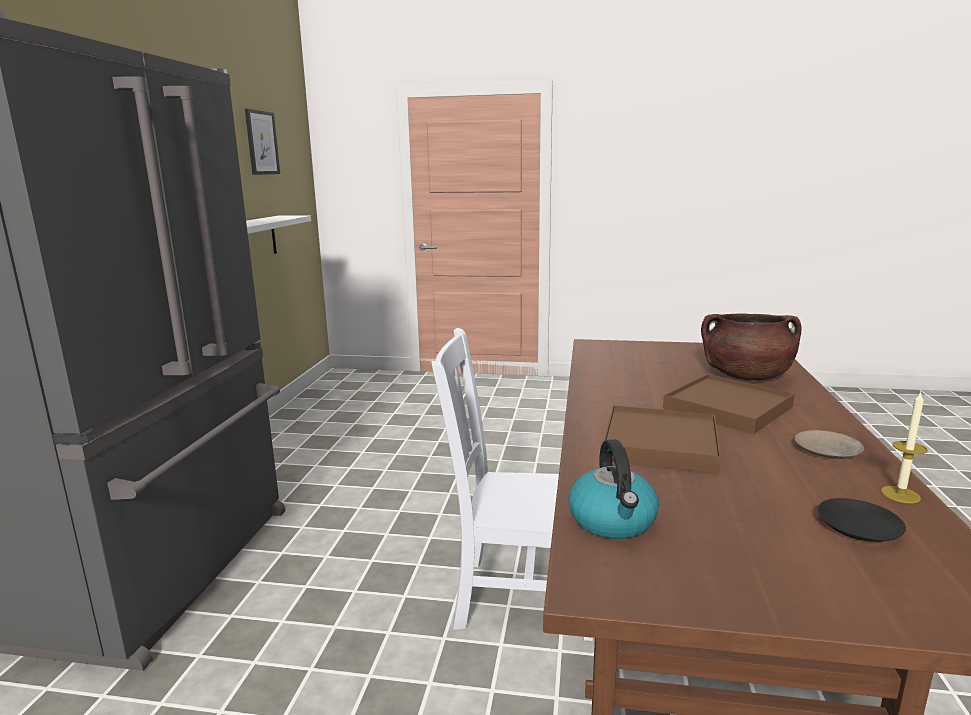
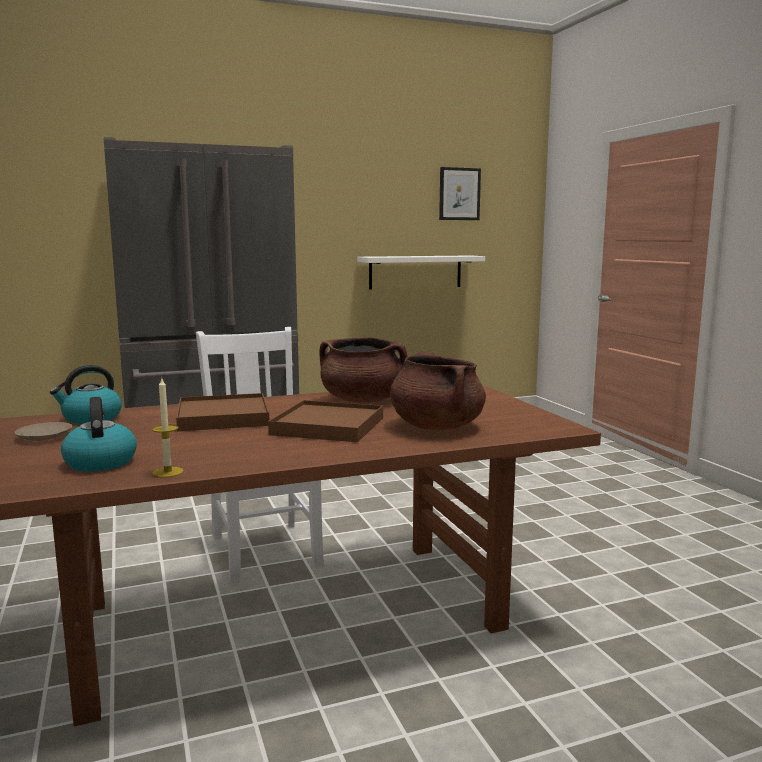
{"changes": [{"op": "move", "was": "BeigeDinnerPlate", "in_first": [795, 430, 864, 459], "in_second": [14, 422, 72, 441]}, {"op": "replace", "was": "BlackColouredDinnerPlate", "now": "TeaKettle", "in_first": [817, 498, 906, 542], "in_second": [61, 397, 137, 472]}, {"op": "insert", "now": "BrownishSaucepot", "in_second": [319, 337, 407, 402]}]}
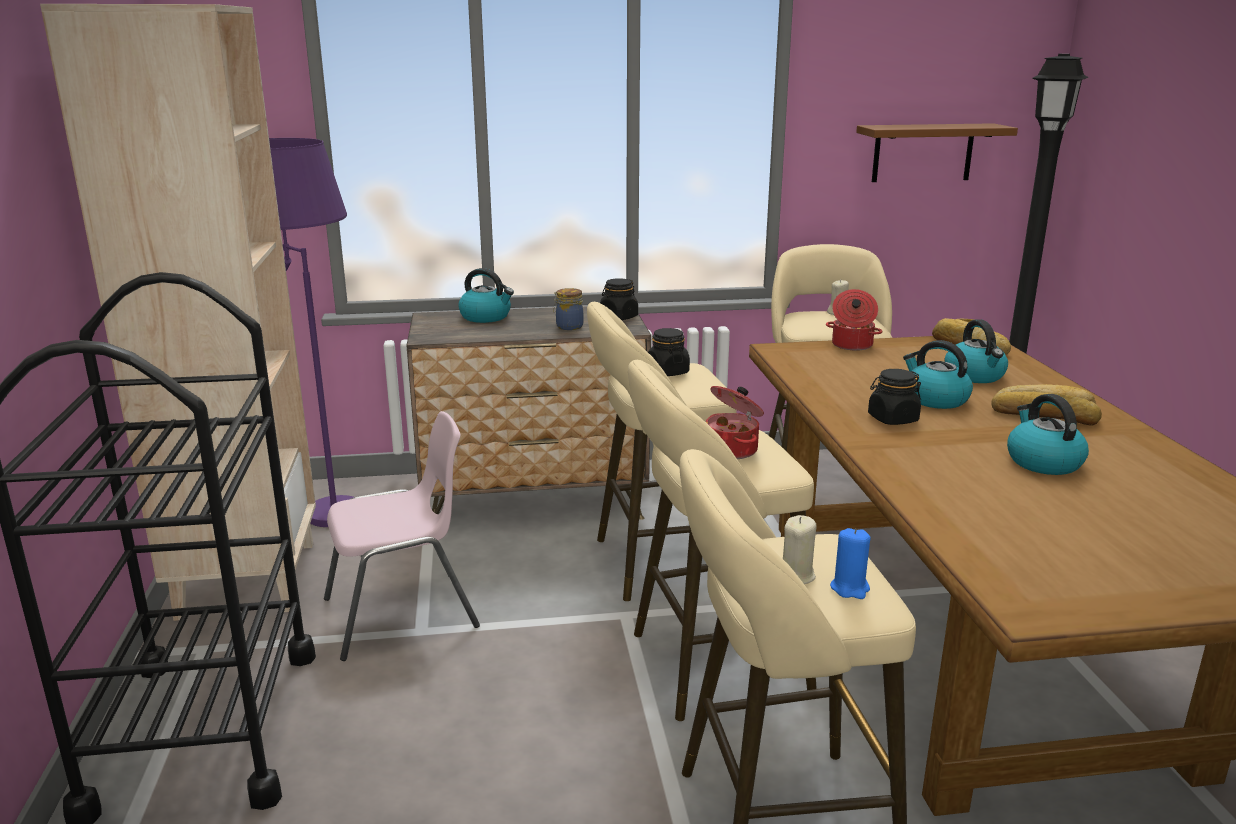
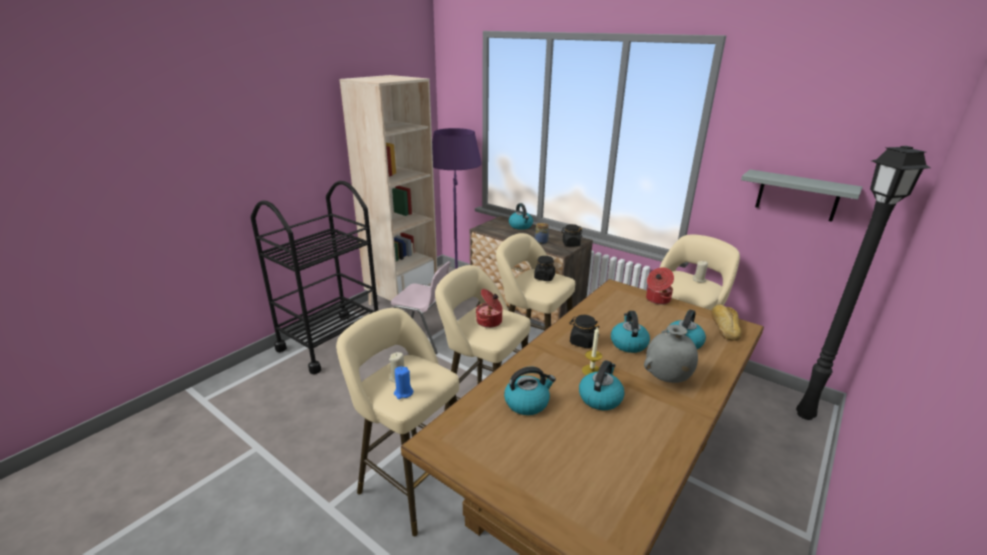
{"changes": [{"op": "insert", "now": "TeaKettle", "in_second": [504, 367, 556, 415]}, {"op": "insert", "now": "WaxCandle", "in_second": [582, 326, 602, 375]}, {"op": "replace", "was": "BakedBread", "now": "GrayVase", "in_first": [991, 384, 1102, 426], "in_second": [644, 324, 698, 383]}, {"op": "recolor", "was": "BrownishWallShelf", "now": "GrayWallShelf", "in_first": [856, 123, 1018, 182], "in_second": [741, 169, 862, 222]}]}
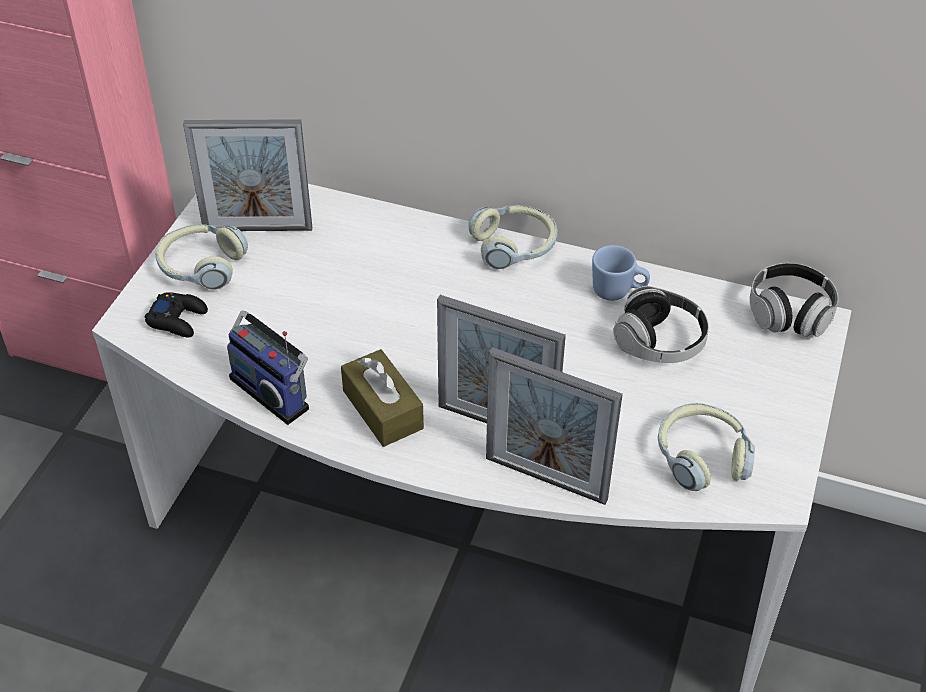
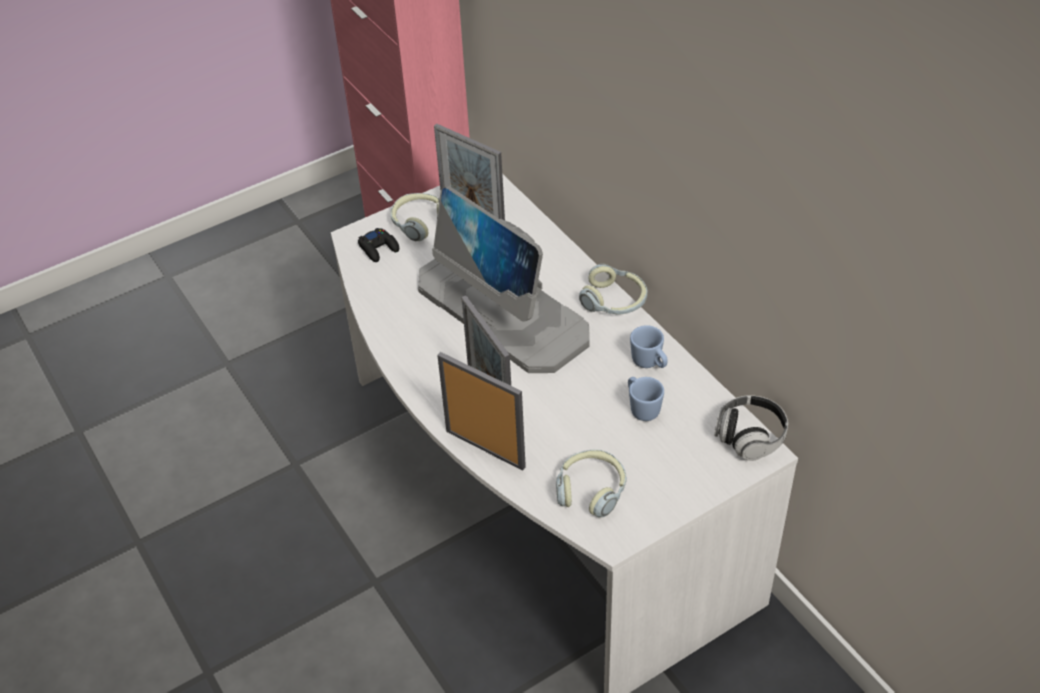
{"changes": [{"op": "insert", "now": "ComputerDisplay", "in_second": [418, 186, 590, 373]}, {"op": "rotate", "was": "StandingFrame", "in_first": [486, 347, 623, 505], "in_second": [437, 352, 526, 471], "clockwise": 150}, {"op": "replace", "was": "Headphones", "now": "BlueTeaMug", "in_first": [613, 286, 709, 363], "in_second": [628, 377, 664, 421]}, {"op": "delete", "was": "RadioSet", "in_first": [227, 310, 309, 425]}, {"op": "delete", "was": "BrownishTissueBox", "in_first": [341, 349, 424, 447]}]}
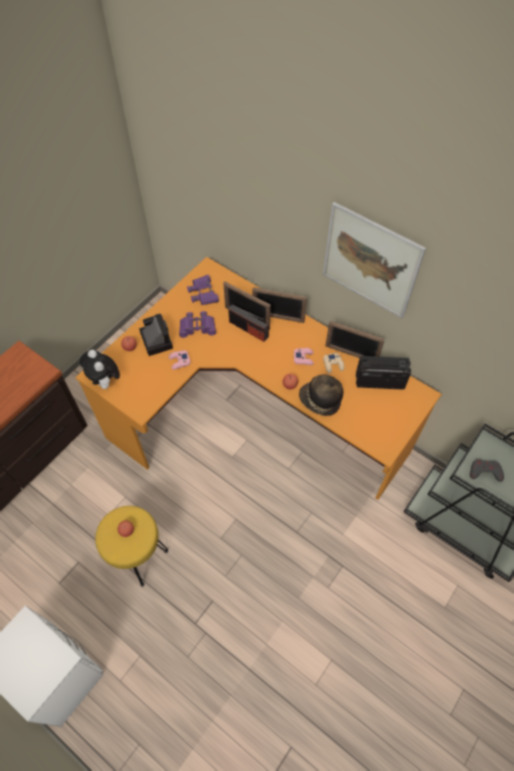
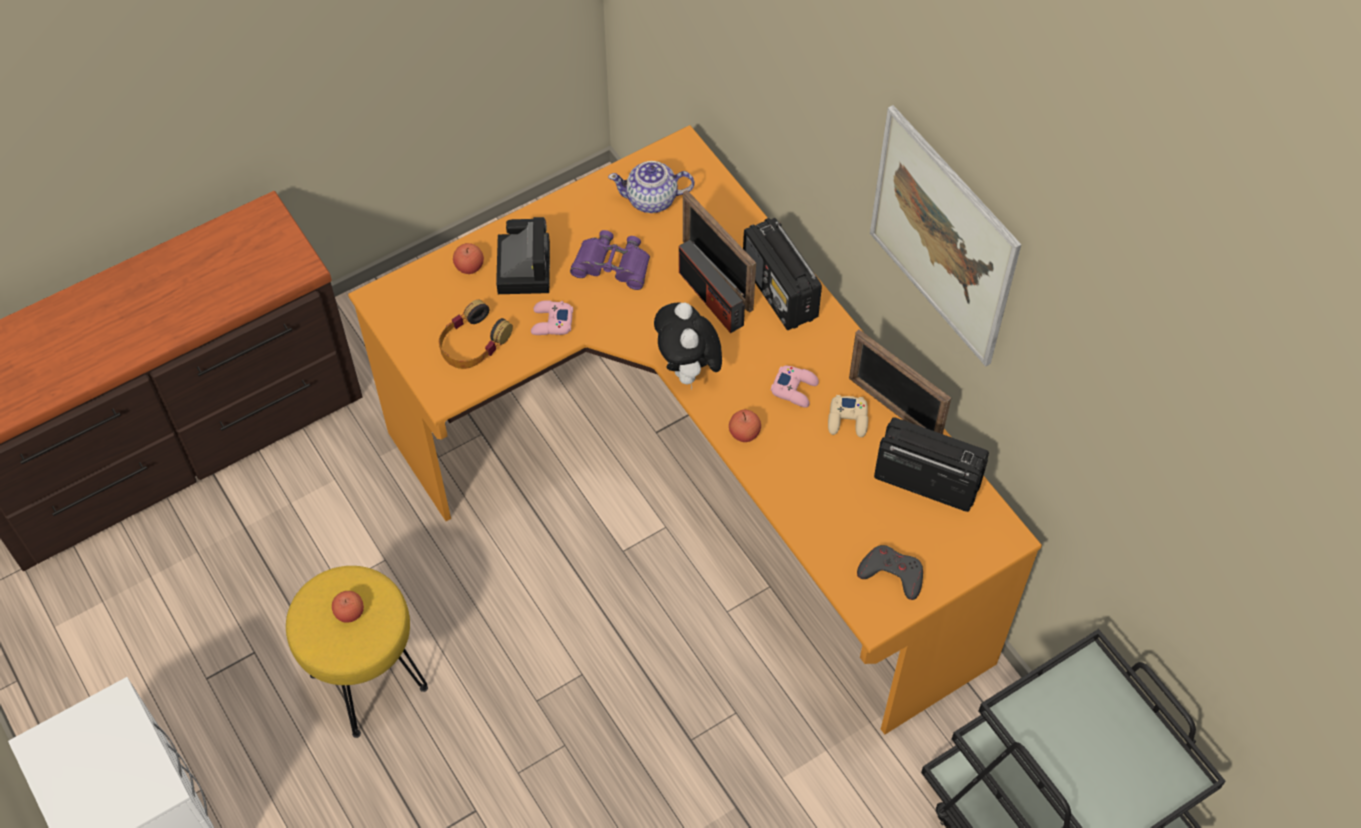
{"changes": [{"op": "insert", "now": "Headphones", "in_second": [439, 299, 513, 369]}, {"op": "replace", "was": "PurpleColouredFieldGlasses", "now": "Teapot", "in_first": [187, 275, 219, 305], "in_second": [608, 161, 694, 213]}, {"op": "move", "was": "PlushToy", "in_first": [80, 350, 120, 389], "in_second": [654, 302, 722, 389]}, {"op": "replace", "was": "StandingFrame", "now": "RadioSet", "in_first": [253, 287, 307, 323], "in_second": [743, 218, 822, 330]}, {"op": "move", "was": "GrayJoypad", "in_first": [470, 459, 504, 482], "in_second": [857, 545, 923, 600]}, {"op": "delete", "was": "WearableHat", "in_first": [299, 374, 343, 416]}]}
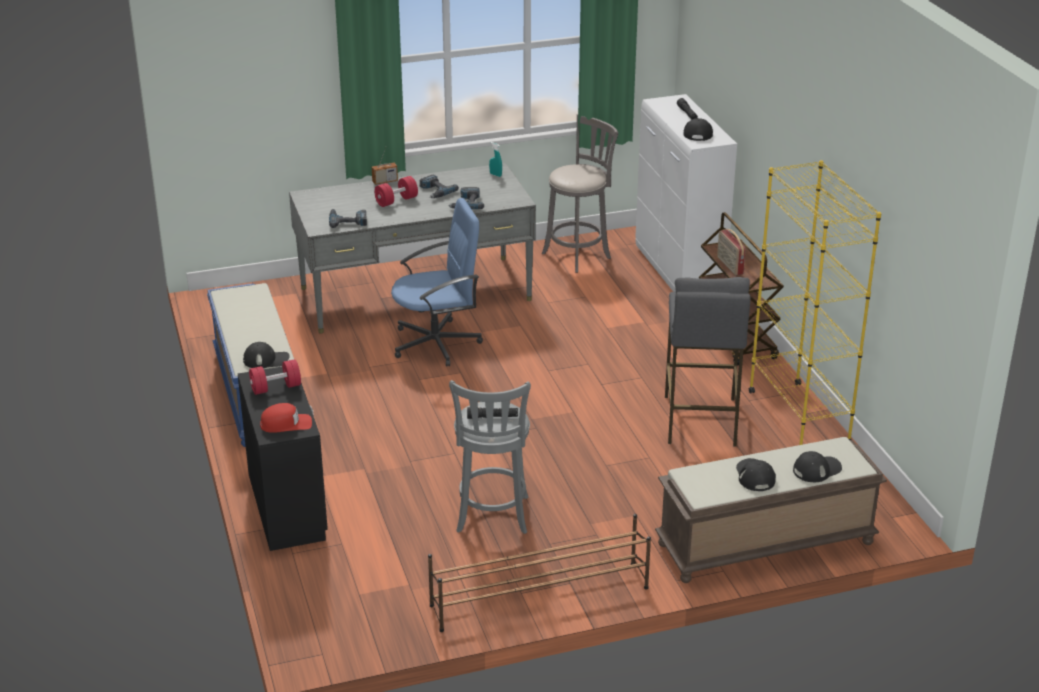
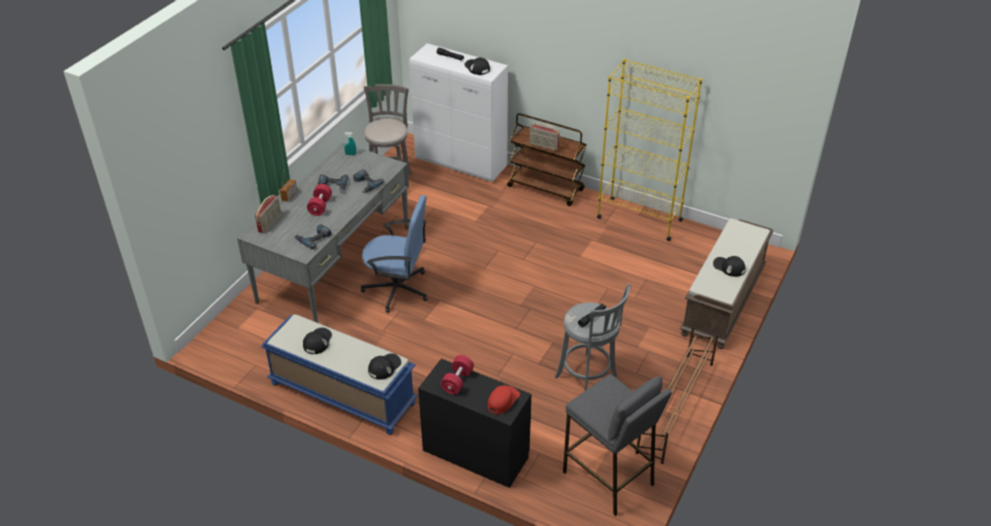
{"changes": [{"op": "insert", "now": "RadioSet", "in_second": [255, 195, 281, 233]}, {"op": "move", "was": "BlackColouredBaseballCap", "in_first": [793, 451, 842, 482], "in_second": [303, 328, 332, 354]}, {"op": "rotate", "was": "BlueOfficeChair", "in_first": [391, 198, 483, 366], "in_second": [361, 195, 428, 313], "clockwise": 75}, {"op": "move", "was": "GraySittingStool", "in_first": [665, 277, 750, 447], "in_second": [563, 374, 671, 516]}]}
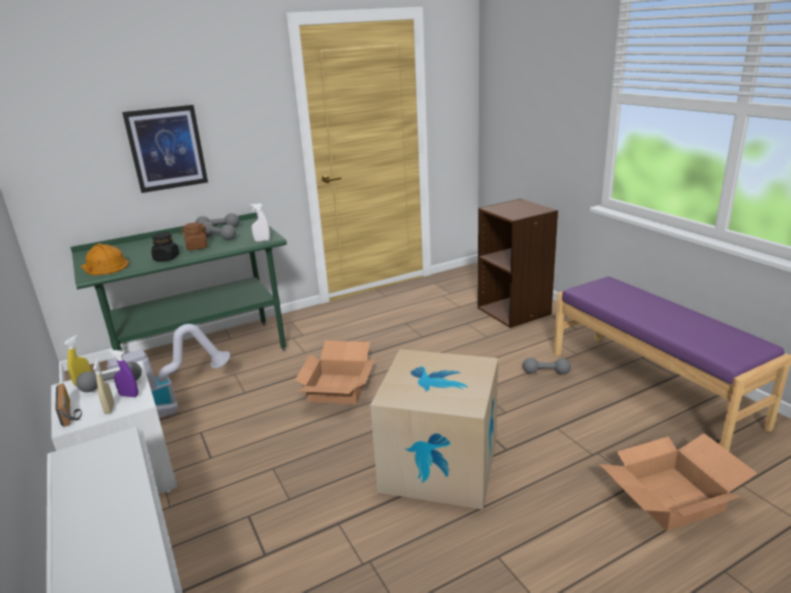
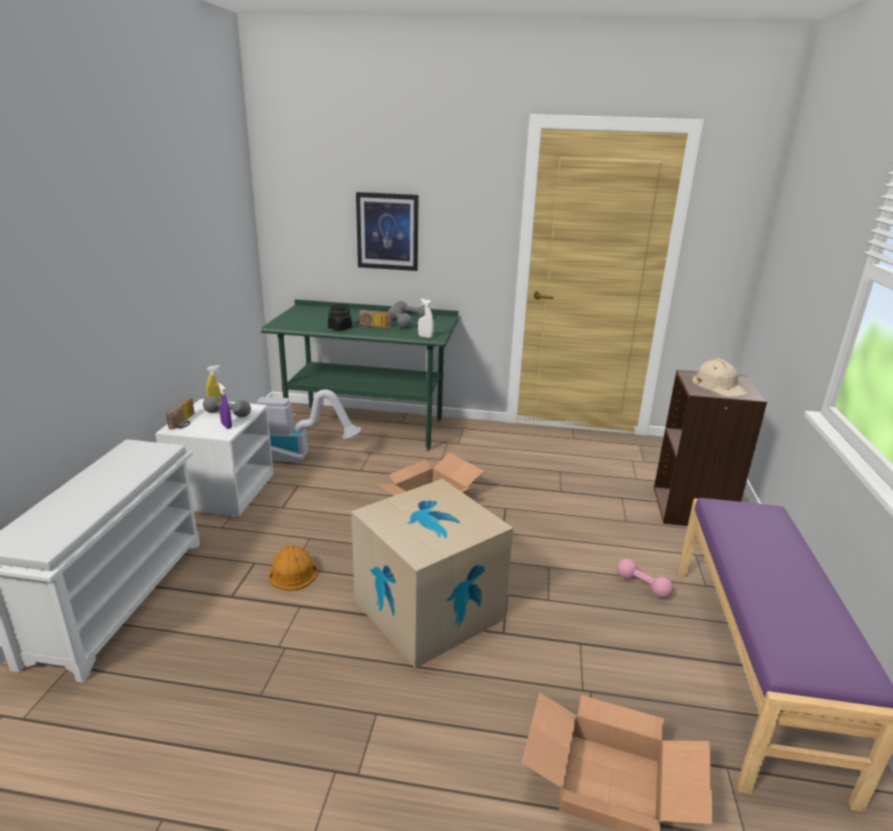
{"changes": [{"op": "move", "was": "OrangeSafetyHelmet", "in_first": [81, 244, 129, 275], "in_second": [269, 545, 318, 591]}, {"op": "replace", "was": "BrownishPreserveJar", "now": "RadioSet", "in_first": [180, 222, 209, 250], "in_second": [356, 310, 391, 328]}, {"op": "recolor", "was": "GrayHandWeight", "now": "PinkColouredHandWeight", "in_first": [523, 358, 571, 375], "in_second": [617, 559, 673, 598]}, {"op": "insert", "now": "BeigeSafetyHelmet", "in_second": [692, 358, 747, 397]}, {"op": "delete", "was": "BeigeSprayer", "in_first": [93, 359, 114, 414]}]}
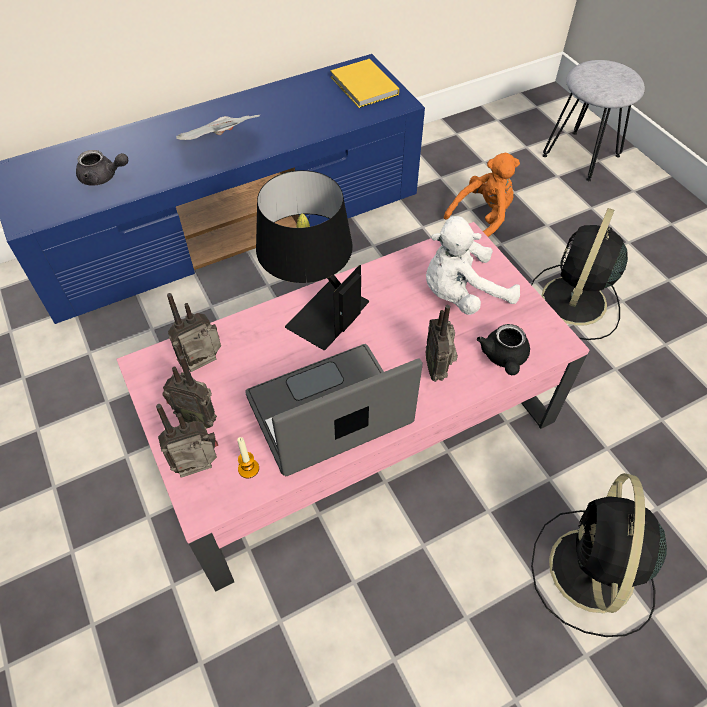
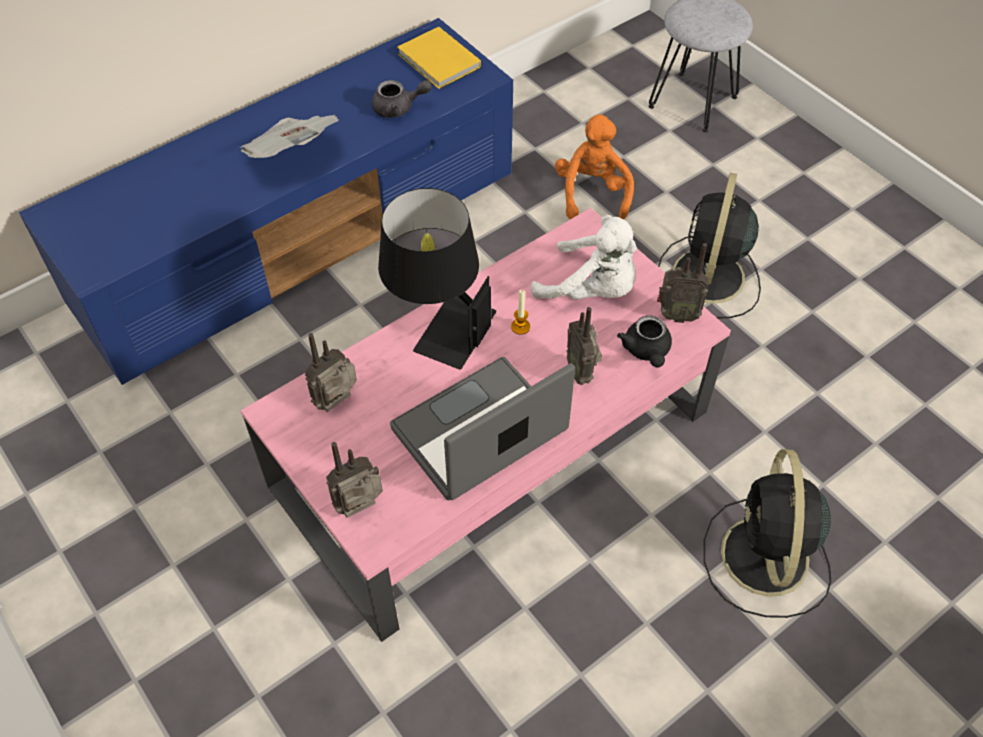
{"changes": [{"op": "move", "was": "GrayTeapot", "in_first": [76, 150, 128, 186], "in_second": [372, 80, 432, 118]}, {"op": "move", "was": "WaxCandle", "in_first": [237, 437, 259, 478], "in_second": [511, 290, 530, 335]}, {"op": "rotate", "was": "WhitePlushToy", "in_first": [426, 216, 520, 315], "in_second": [531, 215, 637, 300], "clockwise": -120}, {"op": "rotate", "was": "OrangePlushToy", "in_first": [444, 153, 520, 237], "in_second": [555, 114, 634, 219], "clockwise": -45}, {"op": "move", "was": "RadioSet", "in_first": [162, 355, 217, 429], "in_second": [657, 243, 708, 323]}]}
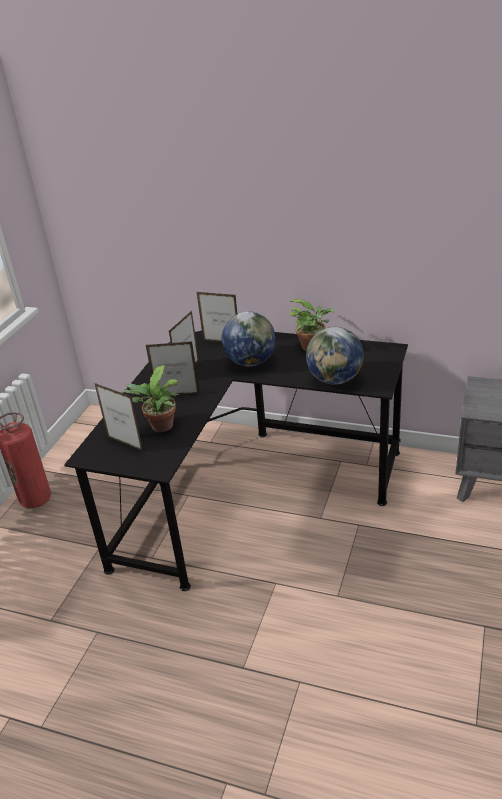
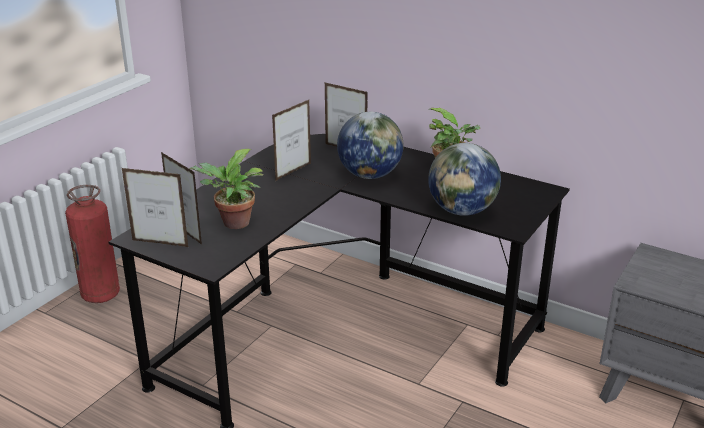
{"changes": [{"op": "move", "was": "StandingFrame", "in_first": [146, 342, 200, 395], "in_second": [122, 168, 188, 247]}]}
